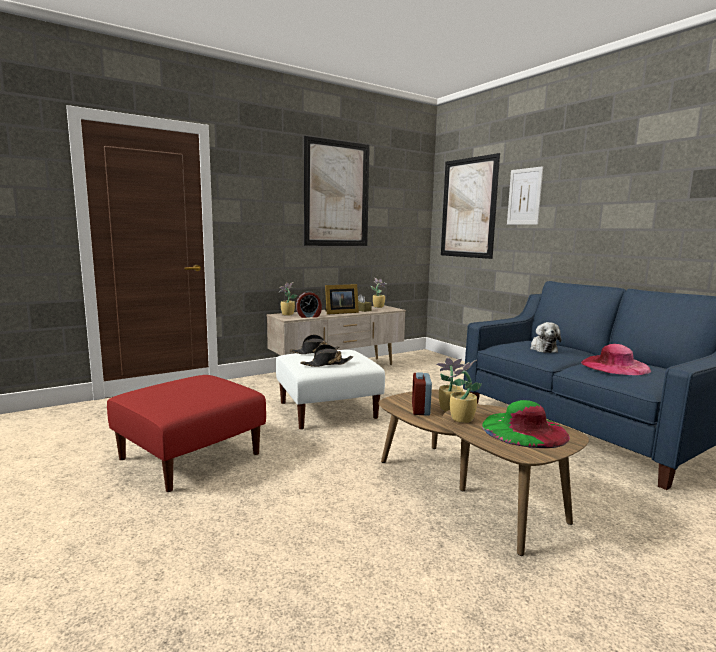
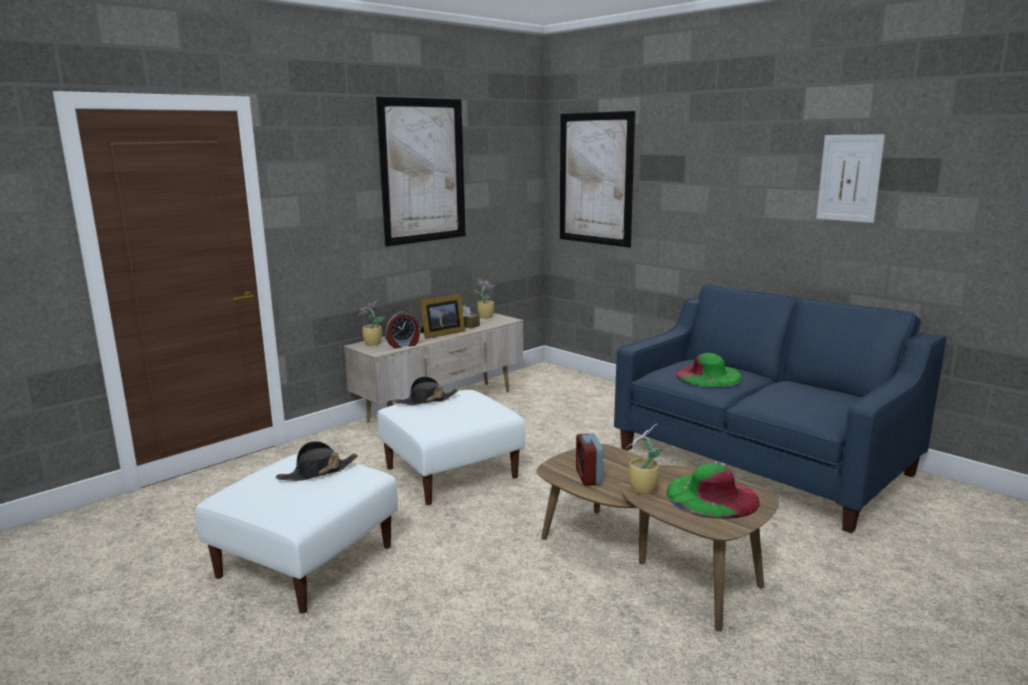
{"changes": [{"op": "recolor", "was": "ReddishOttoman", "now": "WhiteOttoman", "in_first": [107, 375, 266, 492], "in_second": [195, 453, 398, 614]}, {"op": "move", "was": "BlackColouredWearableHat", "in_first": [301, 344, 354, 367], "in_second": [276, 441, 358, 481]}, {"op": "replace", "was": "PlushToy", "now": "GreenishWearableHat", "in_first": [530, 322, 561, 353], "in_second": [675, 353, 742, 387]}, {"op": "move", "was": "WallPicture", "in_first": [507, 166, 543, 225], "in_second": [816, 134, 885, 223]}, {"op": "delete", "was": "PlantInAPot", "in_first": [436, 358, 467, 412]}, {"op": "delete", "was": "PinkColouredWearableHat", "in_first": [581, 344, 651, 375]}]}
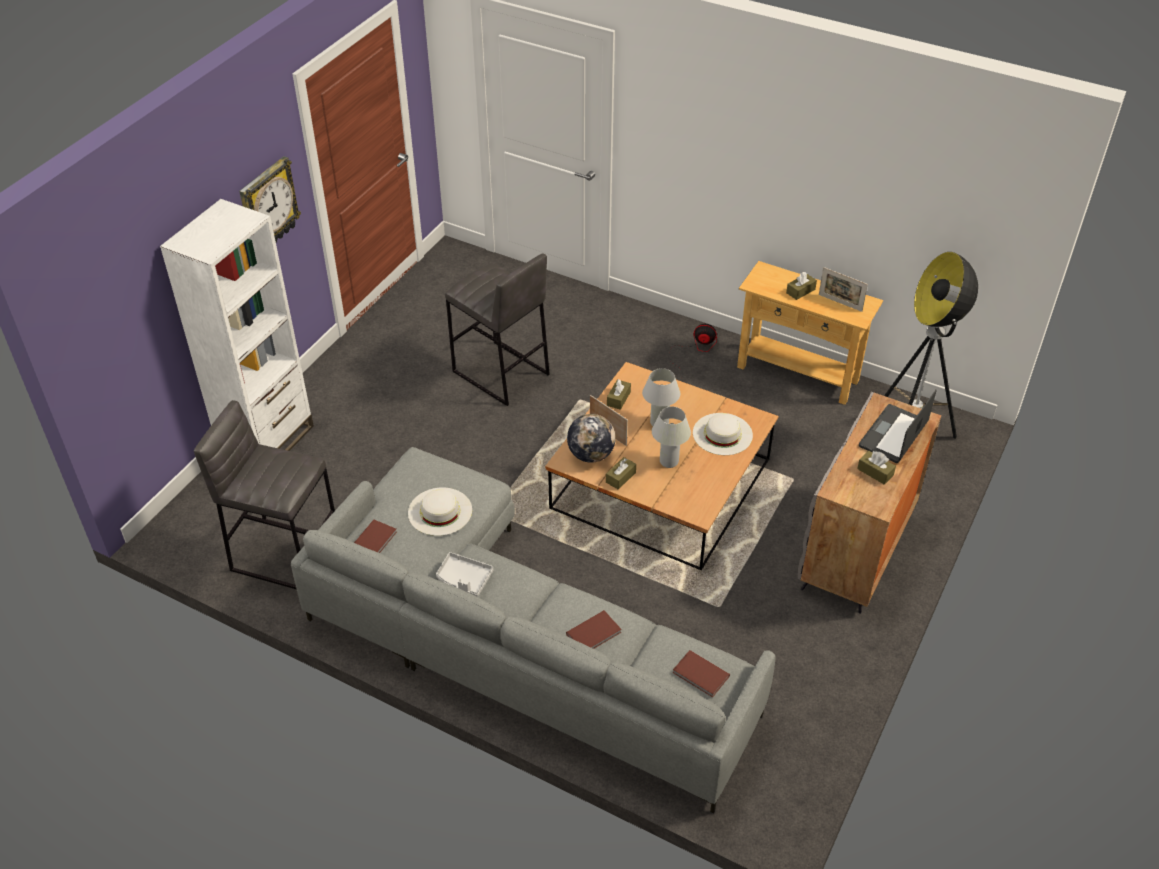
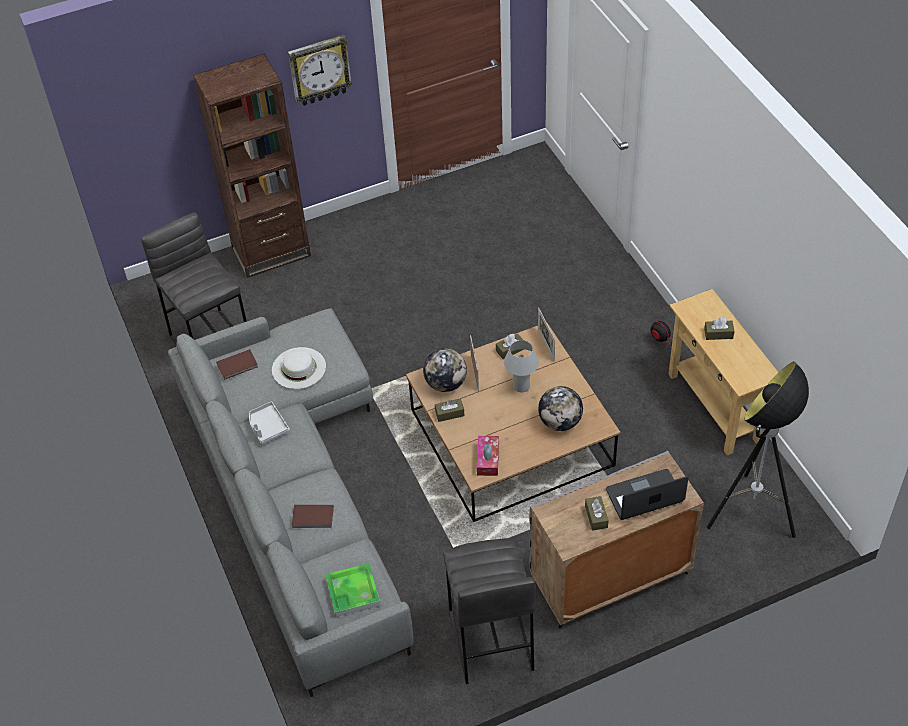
{"changes": [{"op": "recolor", "was": "WhiteBookshelf", "now": "BrownishBookshelf", "in_first": [160, 199, 314, 451], "in_second": [193, 53, 311, 278]}, {"op": "replace", "was": "BrownishBoundBook", "now": "CarryingTray", "in_first": [673, 650, 730, 698], "in_second": [325, 563, 380, 617]}, {"op": "move", "was": "GraySittingStool", "in_first": [445, 253, 550, 406], "in_second": [443, 537, 535, 684]}, {"op": "insert", "now": "TissueBox", "in_second": [477, 436, 499, 476]}, {"op": "move", "was": "StandingFrame", "in_first": [819, 267, 868, 312], "in_second": [538, 308, 555, 361]}, {"op": "replace", "was": "WhiteWearableHat", "now": "WorldGlobe", "in_first": [693, 413, 753, 455], "in_second": [538, 386, 583, 431]}, {"op": "delete", "was": "WhiteLampForATable", "in_first": [652, 407, 691, 468]}]}
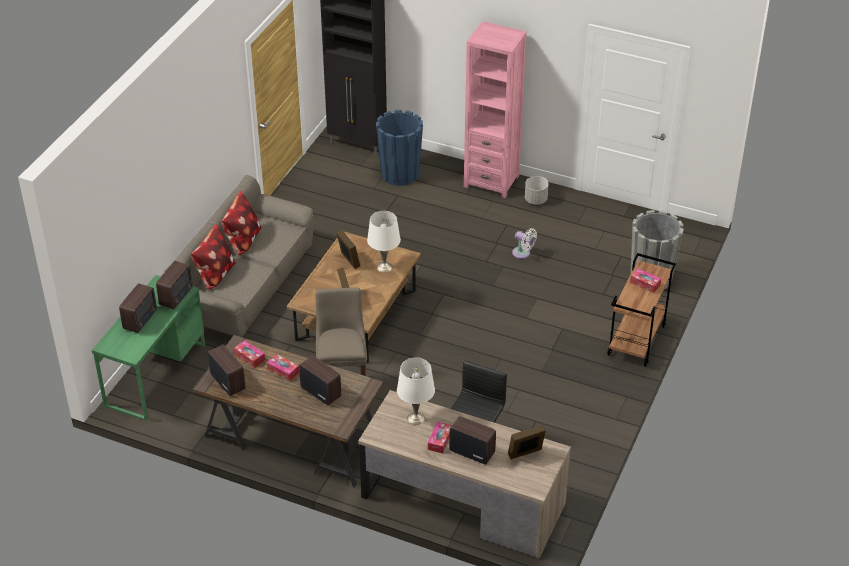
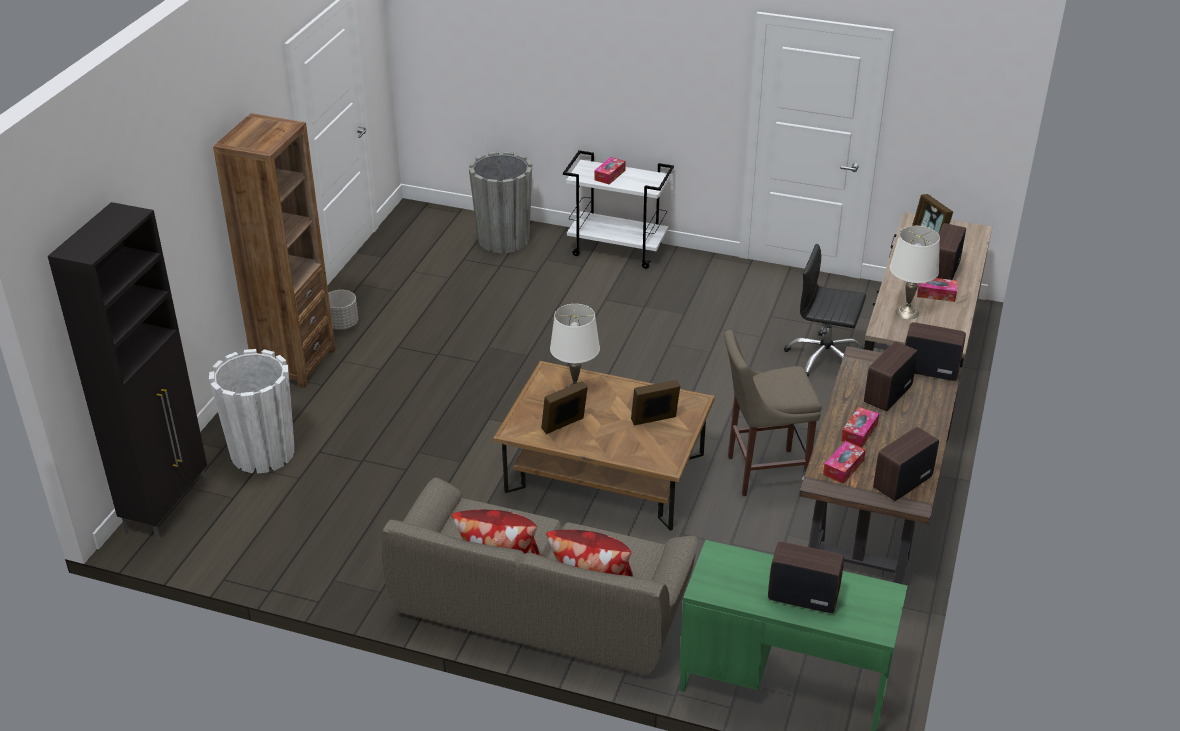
{"changes": [{"op": "recolor", "was": "BluePlantPot", "now": "WhitePlantPot", "in_first": [376, 110, 423, 186], "in_second": [209, 349, 294, 474]}, {"op": "recolor", "was": "PinkColouredBookshelf", "now": "BrownishBookshelf", "in_first": [464, 21, 527, 198], "in_second": [213, 113, 336, 388]}, {"op": "recolor", "was": "BrownishCart", "now": "WhiteCart", "in_first": [607, 253, 676, 366], "in_second": [563, 150, 674, 269]}, {"op": "move", "was": "RadioSet", "in_first": [156, 261, 193, 309], "in_second": [905, 322, 966, 381]}, {"op": "delete", "was": "WhiteCoolingFan", "in_first": [512, 228, 537, 259]}]}
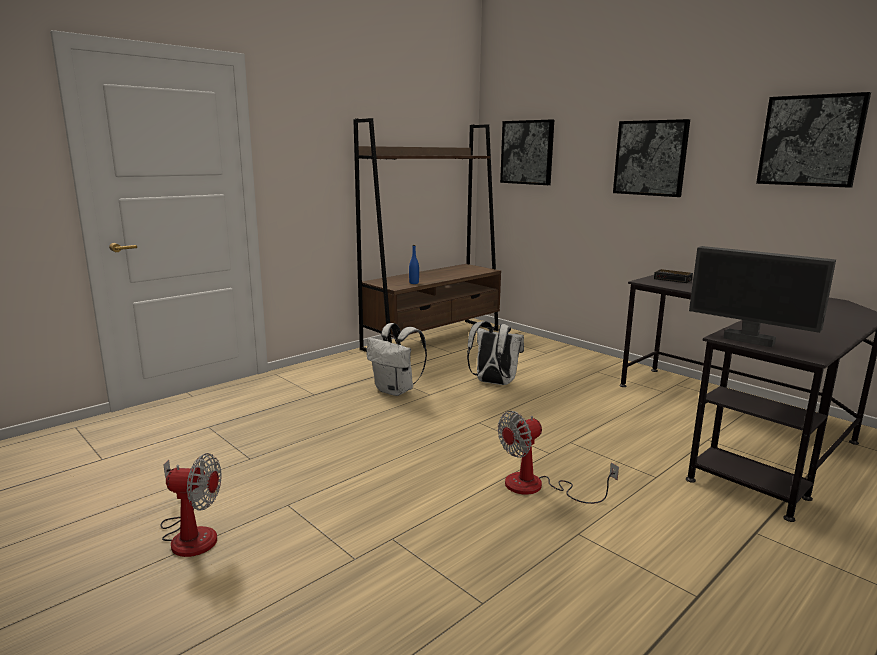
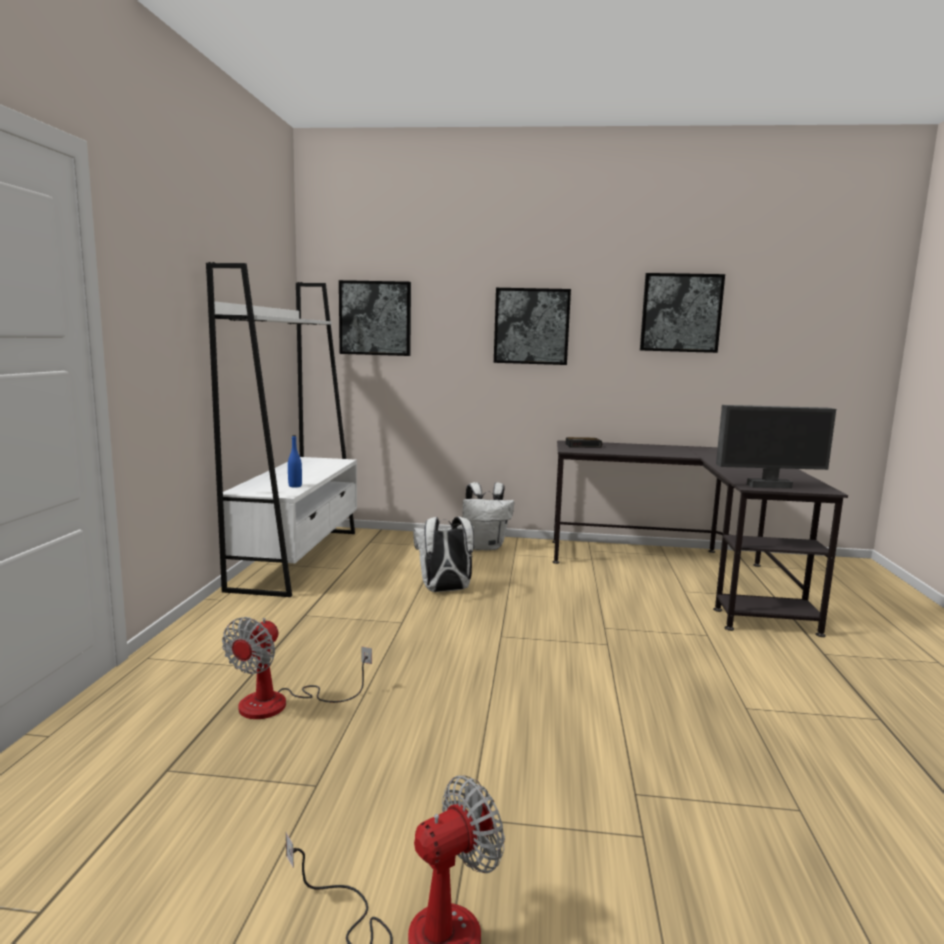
{"changes": [{"op": "recolor", "was": "BrownishBookshelf", "now": "WhiteBookshelf", "in_first": [353, 118, 501, 352], "in_second": [206, 262, 357, 597]}, {"op": "move", "was": "CoolingFan", "in_first": [498, 411, 619, 504], "in_second": [222, 617, 372, 719]}, {"op": "move", "was": "WhiteRucksack", "in_first": [367, 323, 427, 396], "in_second": [462, 482, 514, 550]}]}
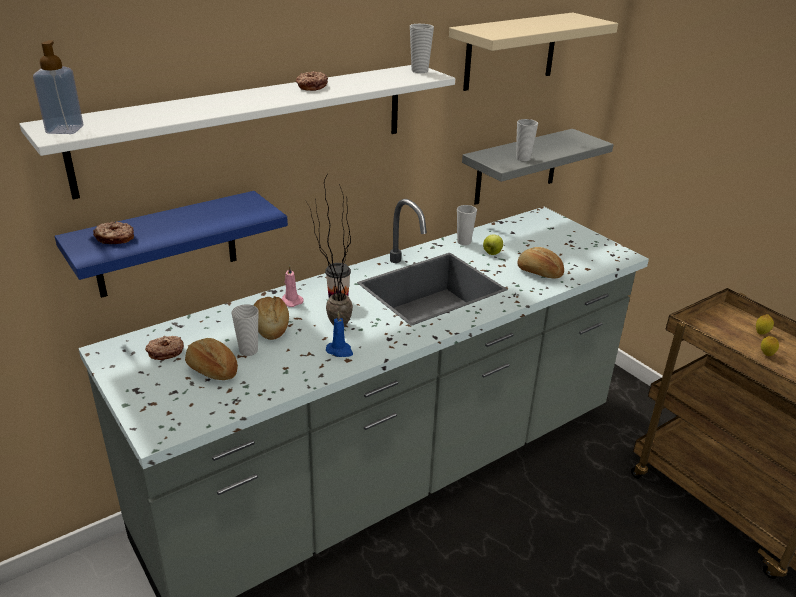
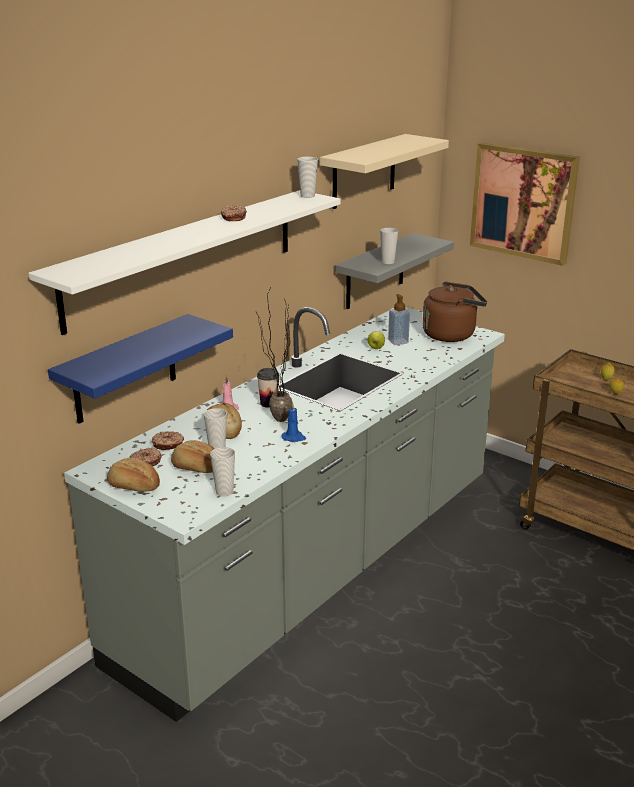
{"changes": [{"op": "move", "was": "BakedBread", "in_first": [518, 247, 564, 278], "in_second": [107, 458, 160, 492]}, {"op": "move", "was": "Donut", "in_first": [93, 222, 134, 244], "in_second": [152, 431, 184, 450]}, {"op": "move", "was": "Cup", "in_first": [457, 205, 477, 245], "in_second": [210, 447, 235, 496]}, {"op": "move", "was": "SoapDispenser", "in_first": [33, 40, 84, 134], "in_second": [388, 294, 410, 345]}, {"op": "insert", "now": "BrownishTeaKettle", "in_second": [422, 281, 487, 342]}, {"op": "insert", "now": "WallPicture", "in_second": [470, 142, 580, 266]}]}
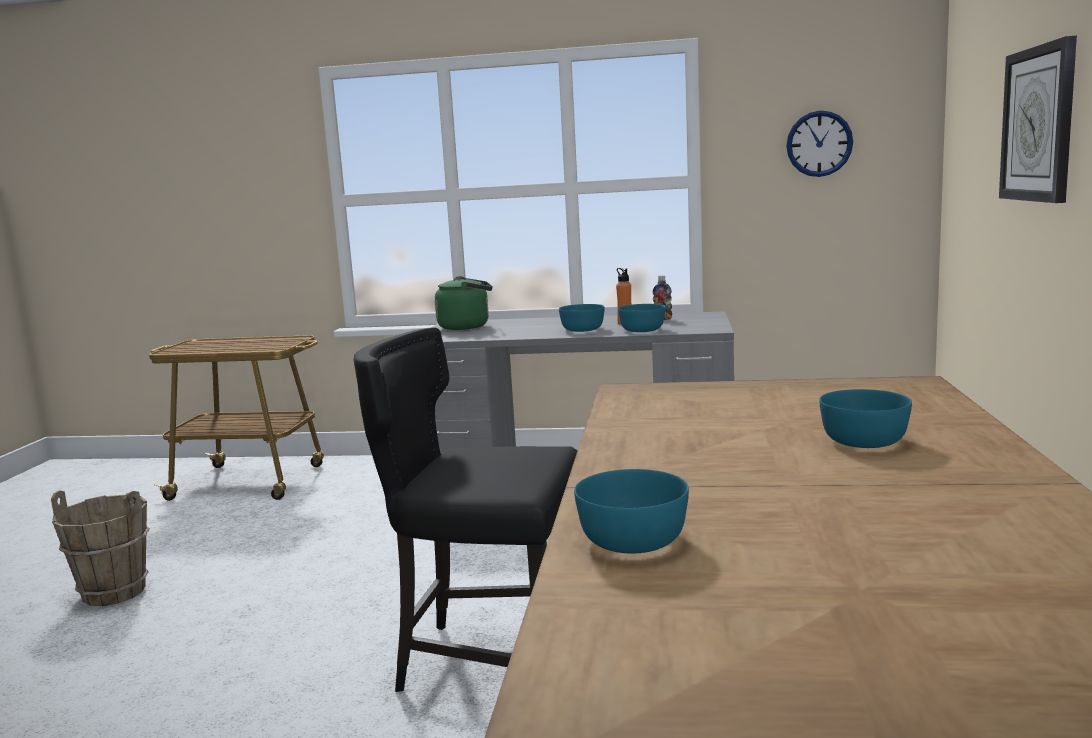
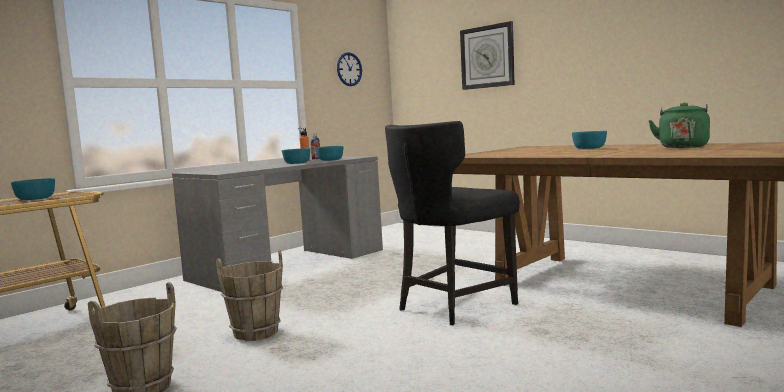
{"changes": [{"op": "move", "was": "TurquoiseColouredDeepDish", "in_first": [574, 469, 689, 554], "in_second": [11, 178, 55, 200]}, {"op": "insert", "now": "BrownishWaterBucket", "in_second": [216, 250, 283, 341]}, {"op": "move", "was": "GreenishTeaKettle", "in_first": [435, 276, 492, 330], "in_second": [648, 102, 710, 148]}]}
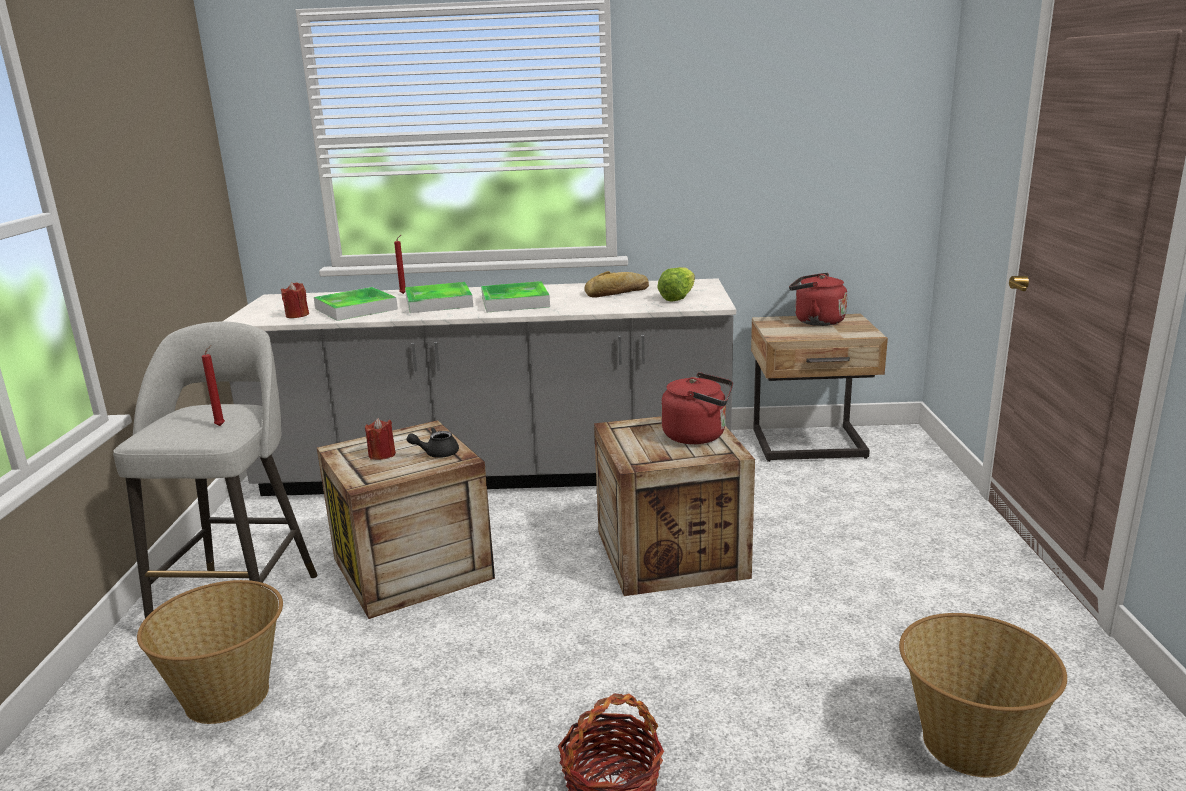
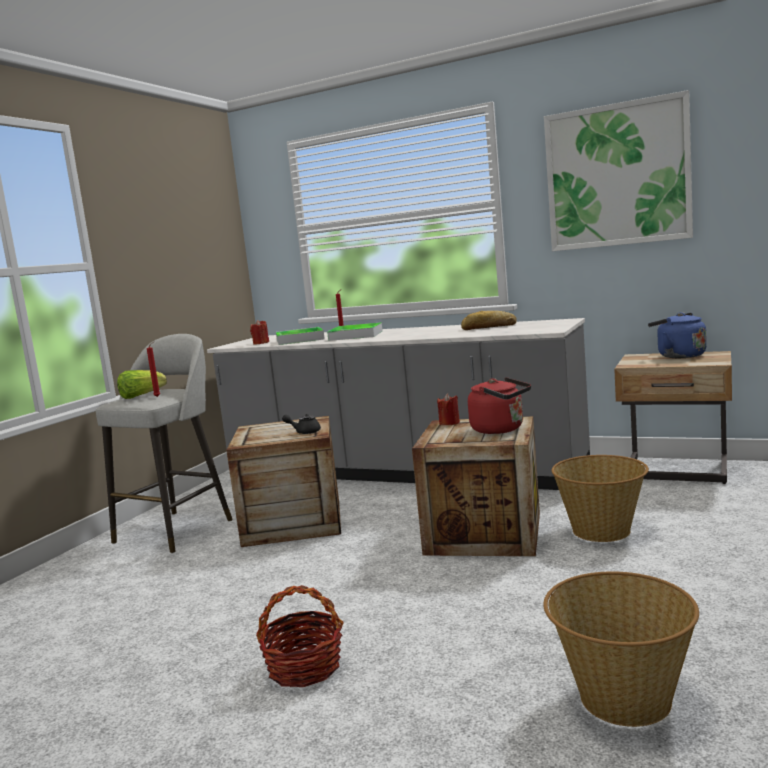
{"changes": [{"op": "move", "was": "HeadOfLettuce", "in_first": [657, 267, 695, 302], "in_second": [117, 370, 167, 399]}, {"op": "move", "was": "ReddishWaxCandle", "in_first": [365, 418, 396, 460], "in_second": [437, 393, 460, 425]}, {"op": "insert", "now": "WallPicture", "in_second": [544, 90, 693, 251]}, {"op": "move", "was": "Basket", "in_first": [137, 580, 283, 724], "in_second": [552, 455, 649, 542]}, {"op": "recolor", "was": "ReddishTeaKettle", "now": "BlueTeaKettle", "in_first": [789, 273, 847, 326], "in_second": [648, 312, 707, 358]}, {"op": "delete", "was": "CarryingTray", "in_first": [481, 281, 550, 312]}]}
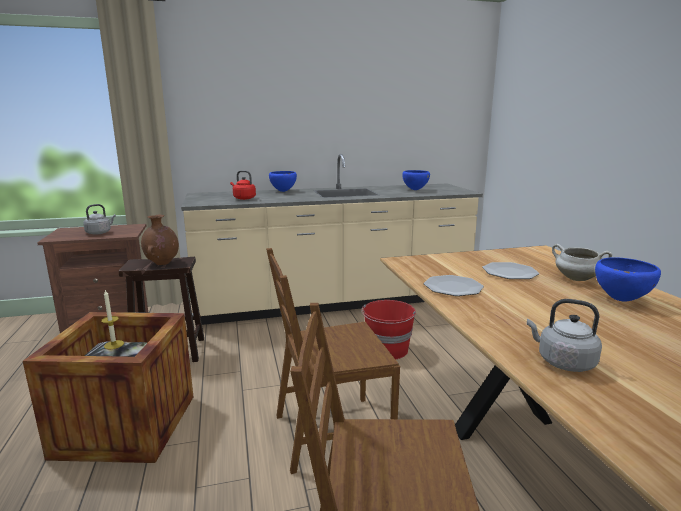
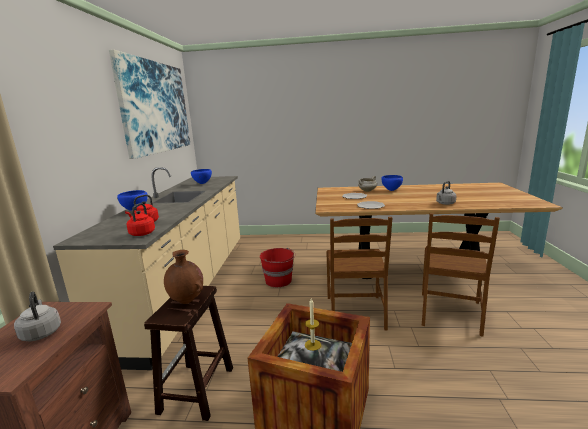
{"changes": [{"op": "insert", "now": "WallPicture", "in_second": [109, 49, 190, 159]}, {"op": "insert", "now": "ReddishTeaKettle", "in_second": [126, 203, 155, 236]}]}
